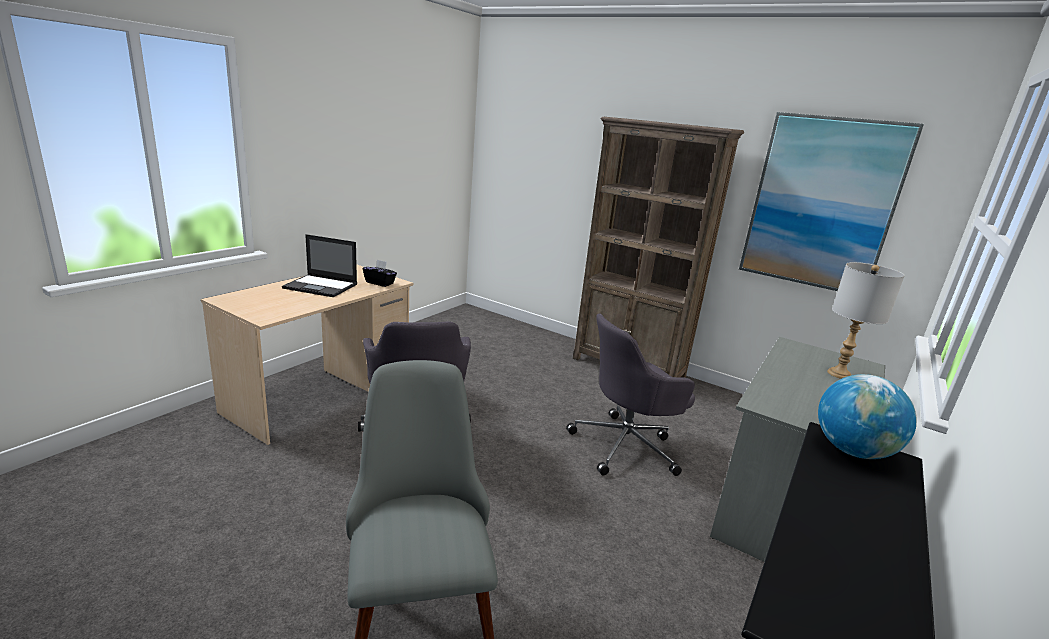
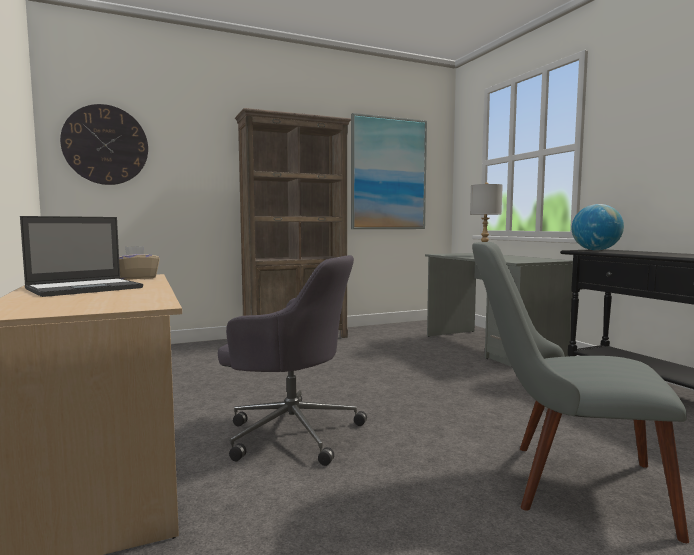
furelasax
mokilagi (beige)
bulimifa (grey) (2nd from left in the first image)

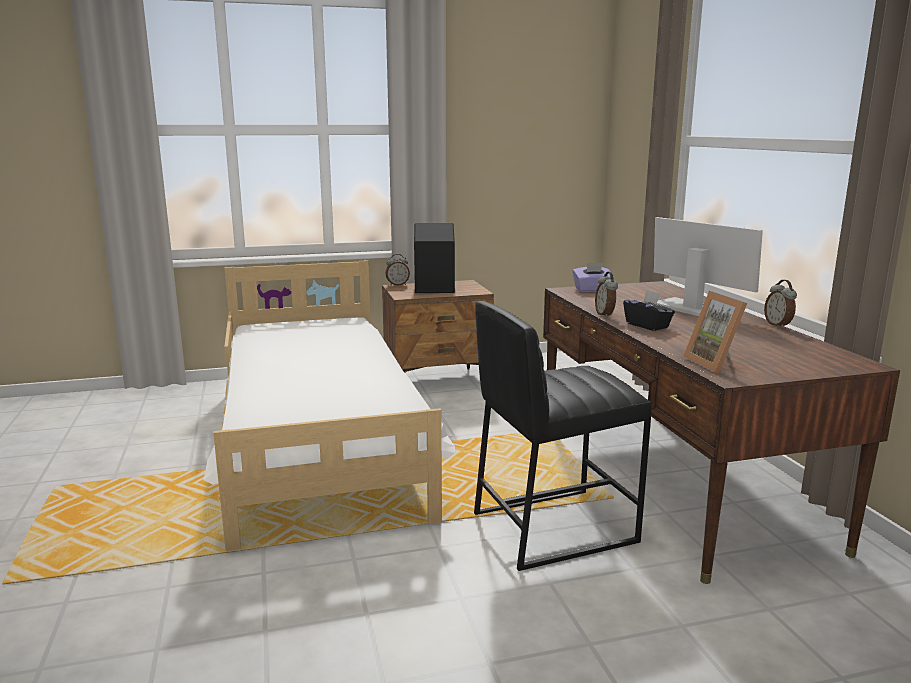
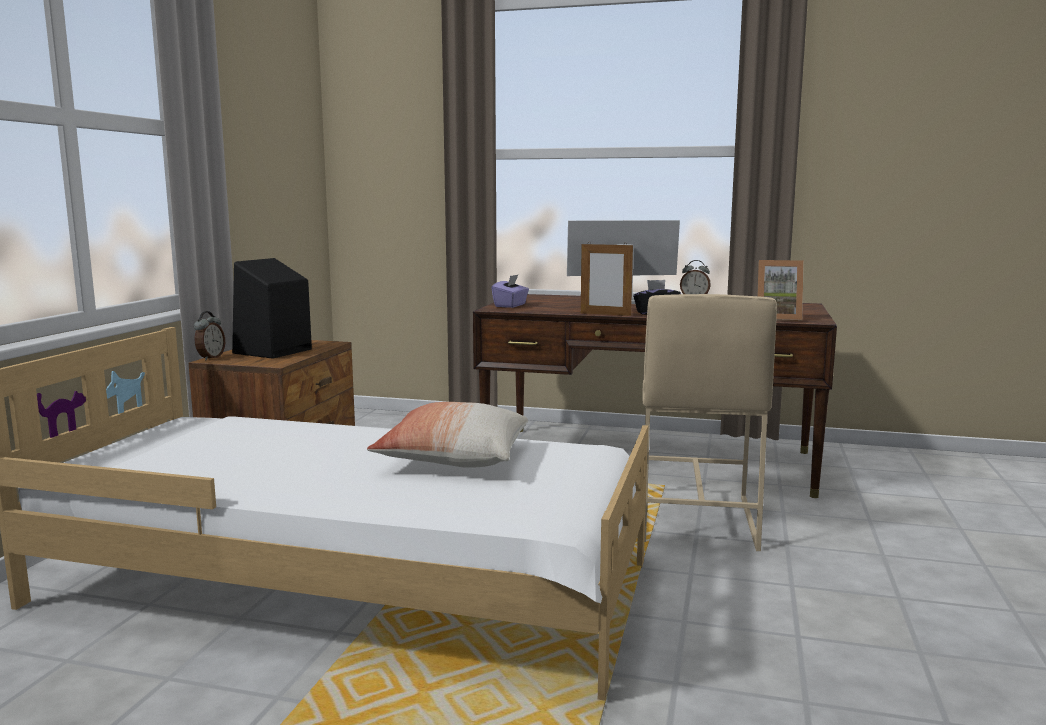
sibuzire
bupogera (1st from left)
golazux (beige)

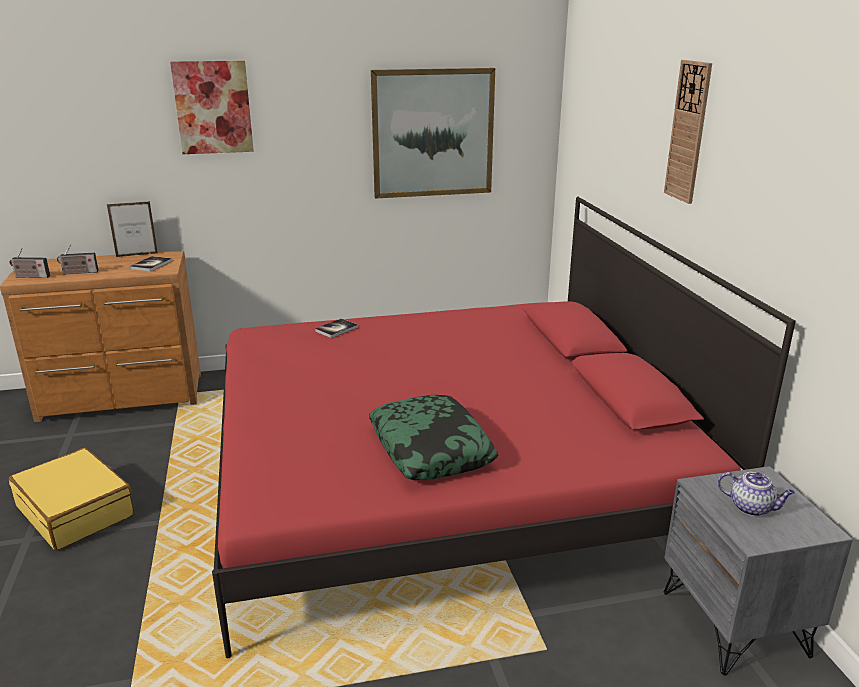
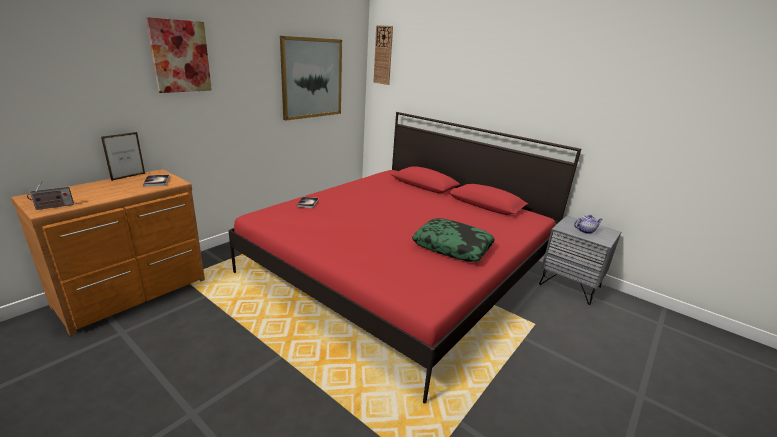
furelasax
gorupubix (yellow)
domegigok (2nd from left in the first image)

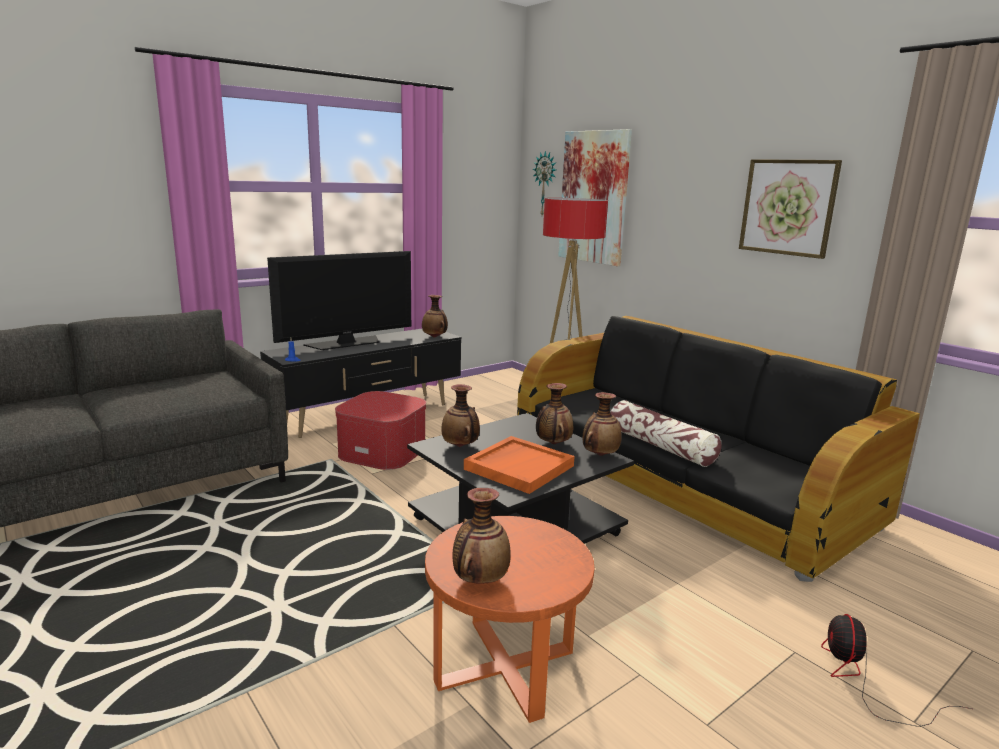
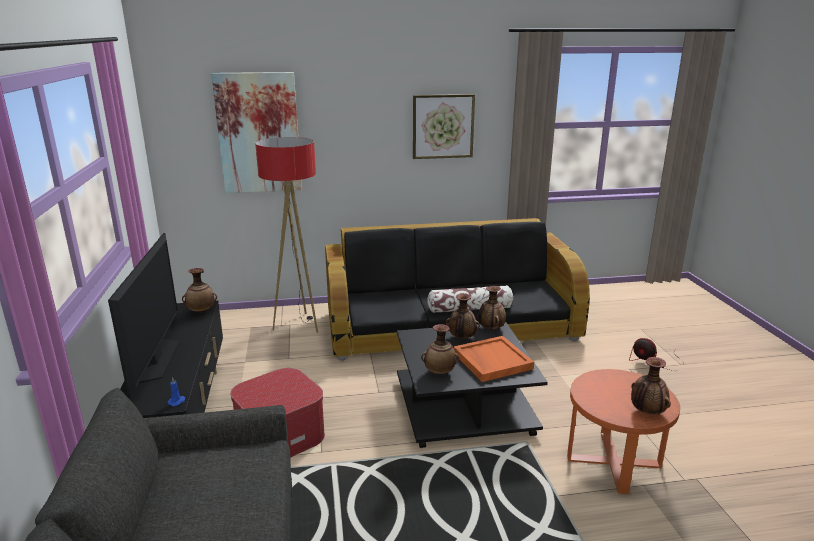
furelasax

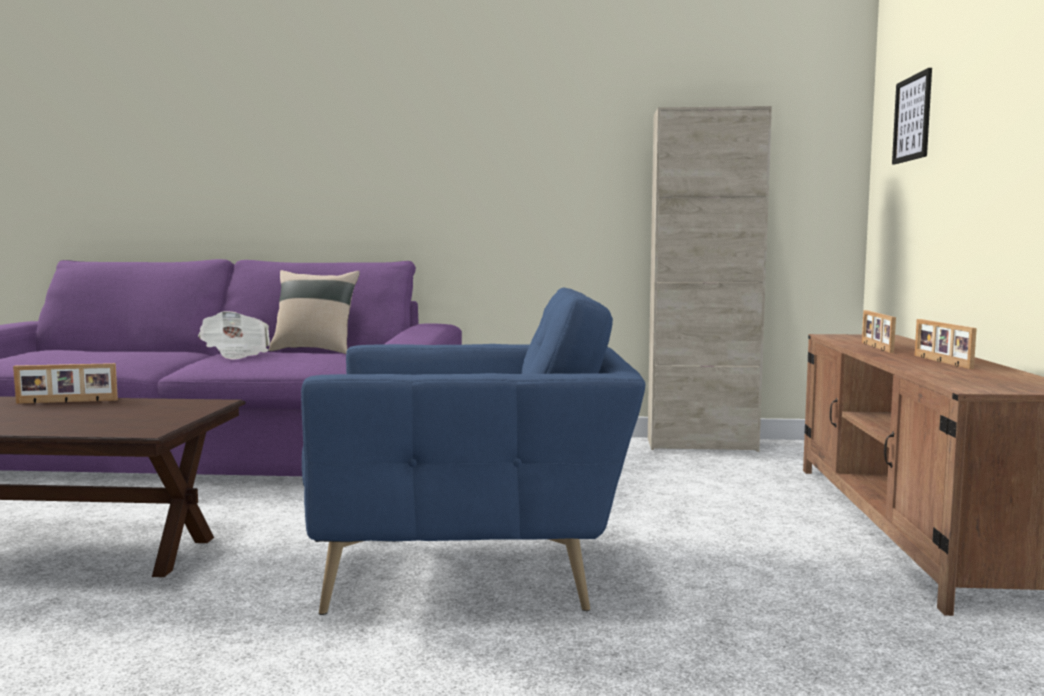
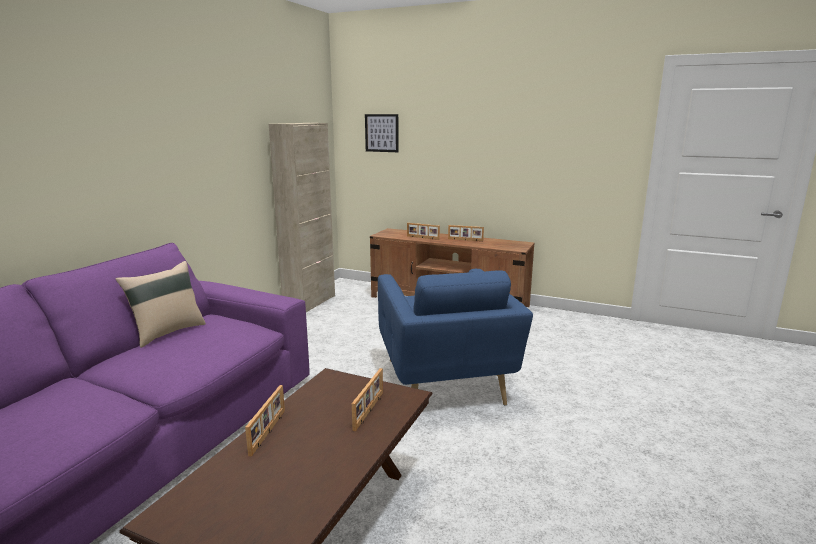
bupogera (2nd from left)
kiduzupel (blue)
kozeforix

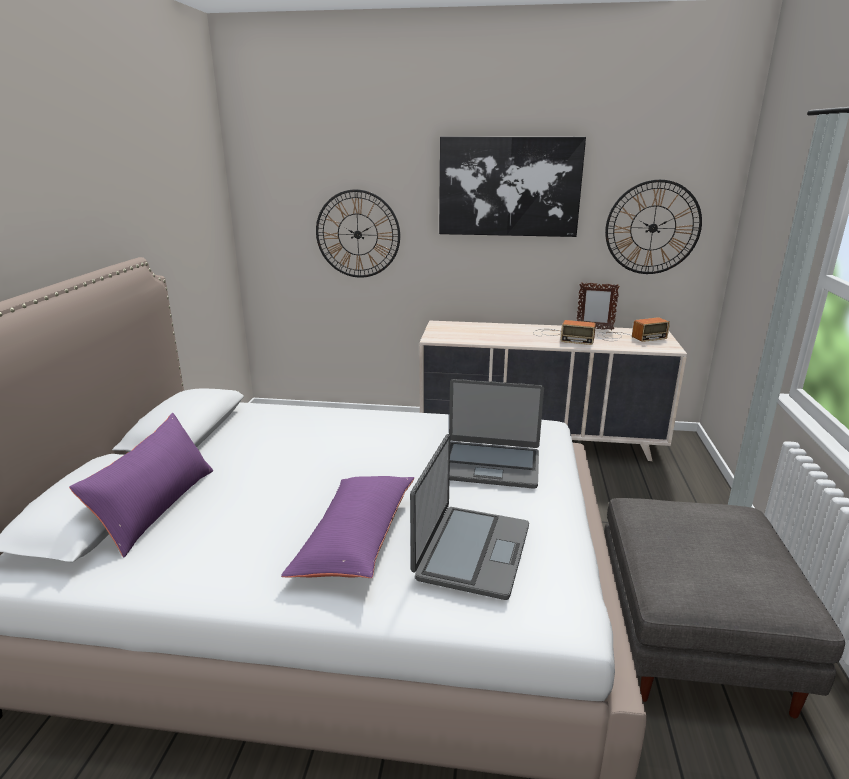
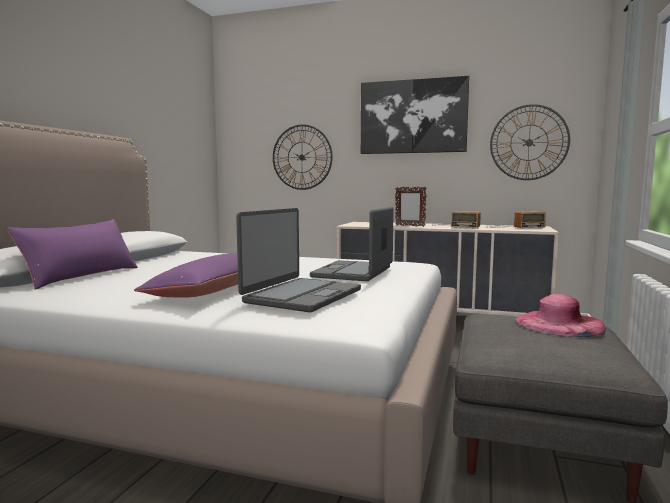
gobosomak (2nd from left)
bupogera
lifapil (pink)

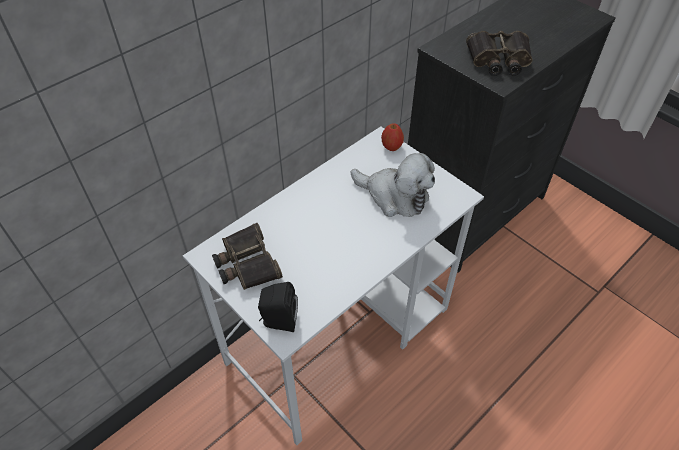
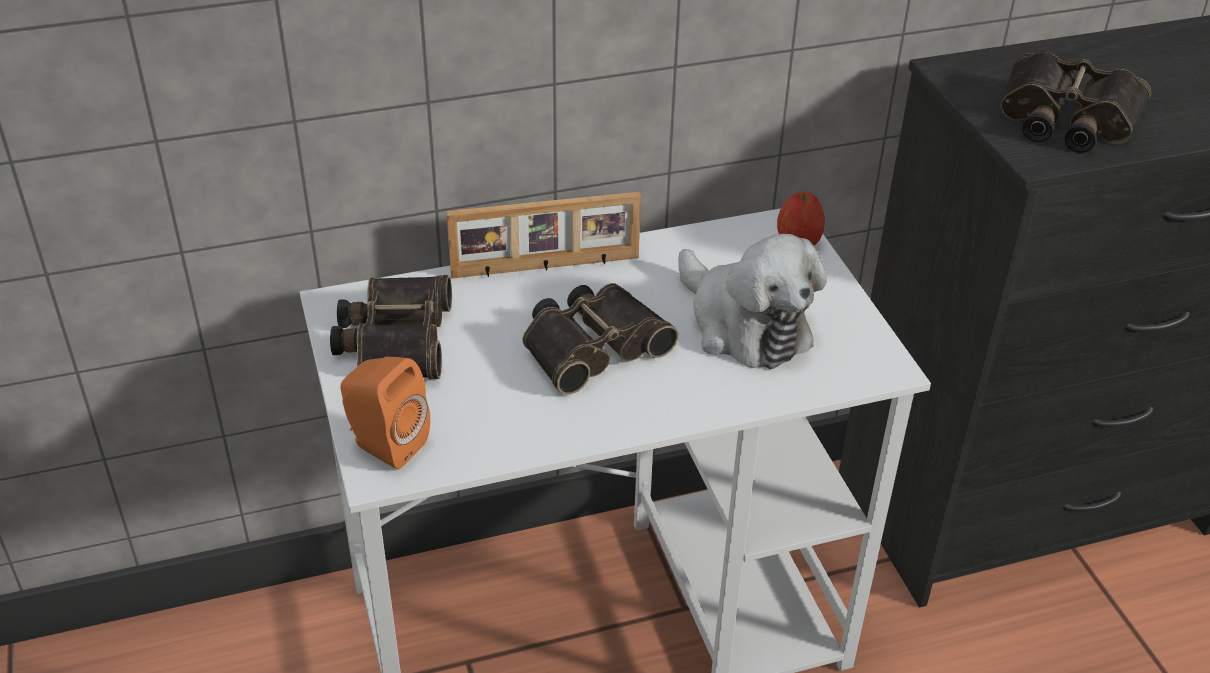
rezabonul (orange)
bupogera
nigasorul (2nd from left)

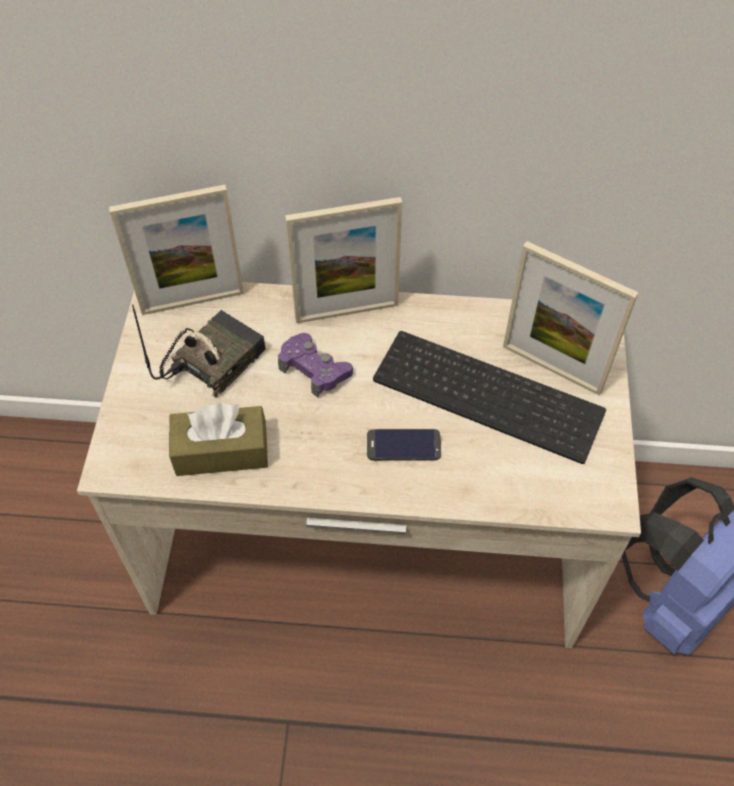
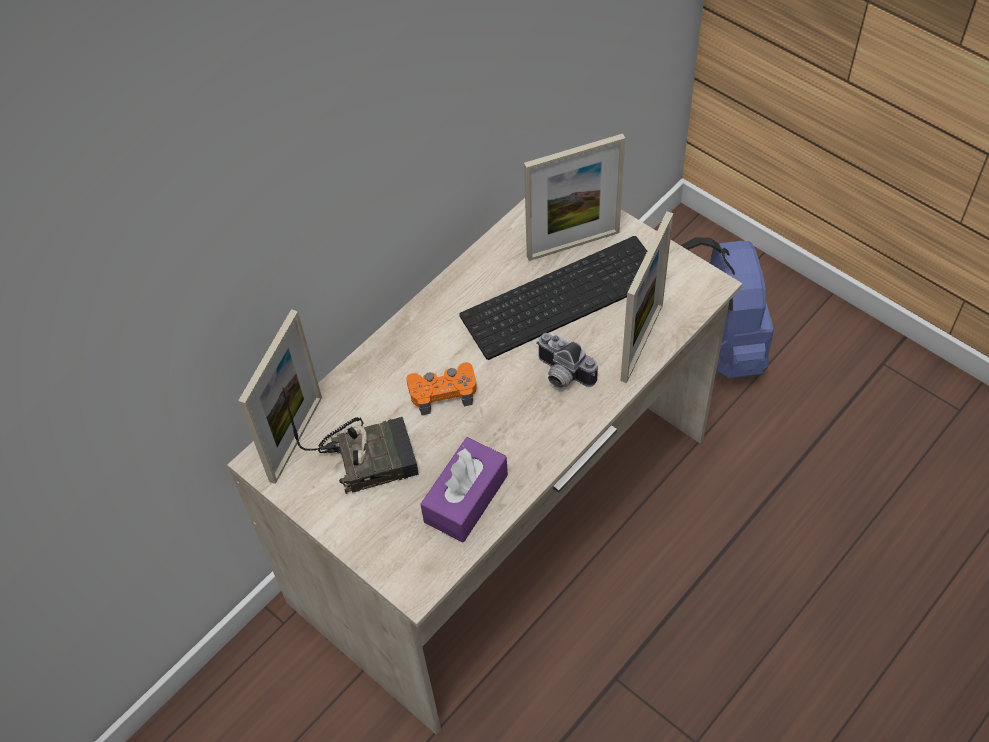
domegigok
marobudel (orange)
mokilagi (purple)
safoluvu
bupogera (3rd from left)

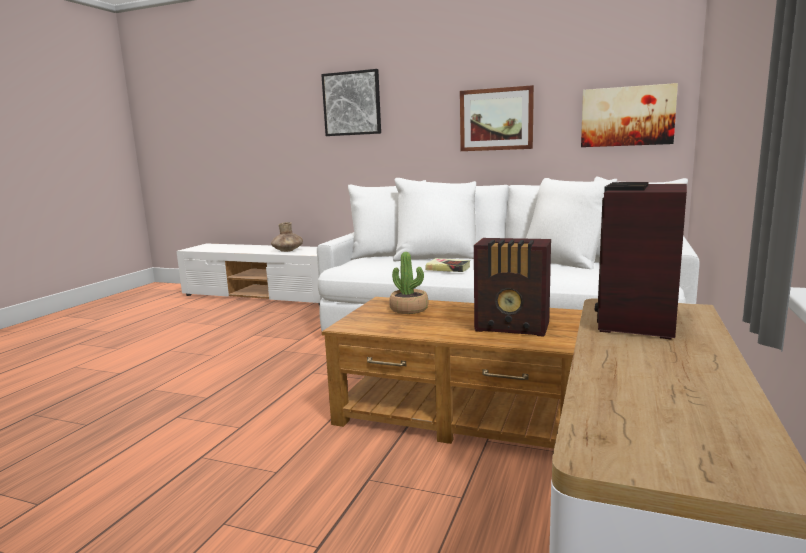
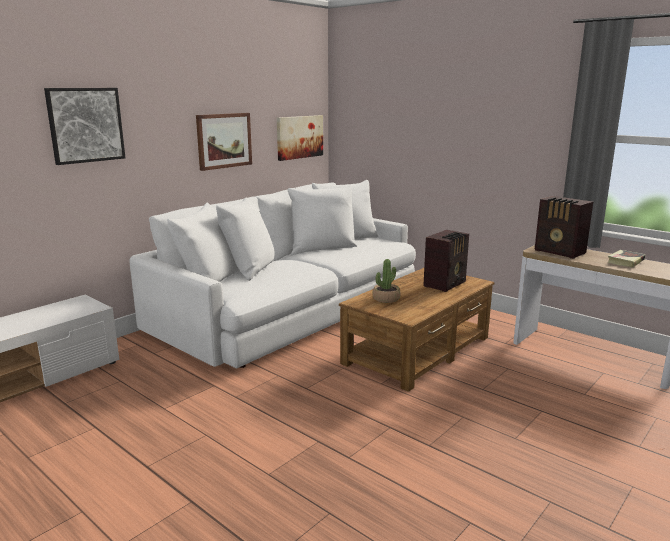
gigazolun
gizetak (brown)

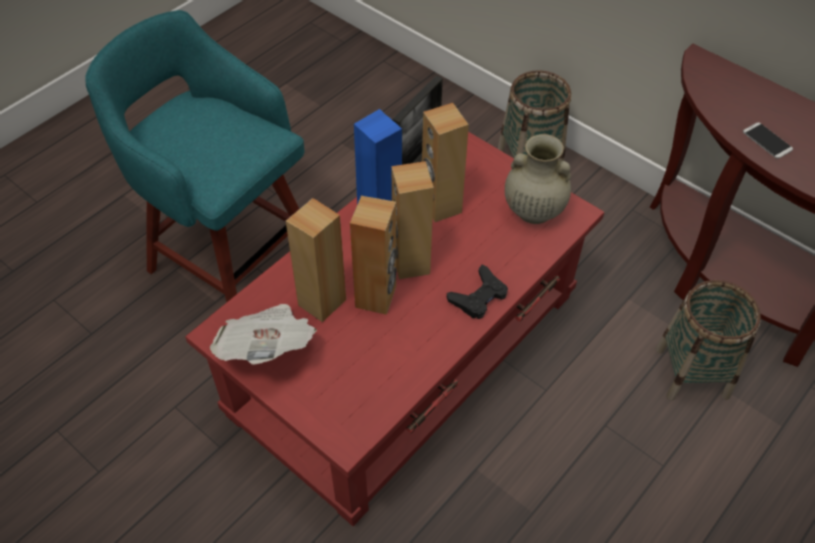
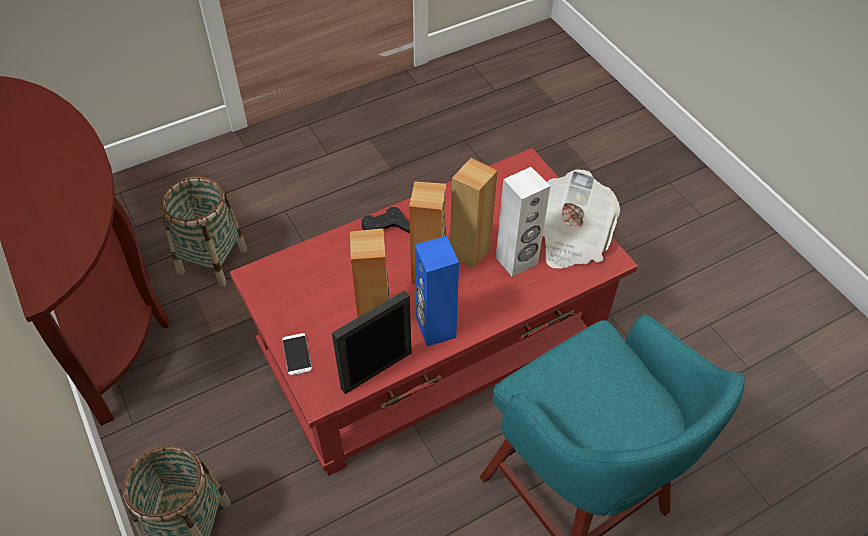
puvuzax
rezabonul (white)
gizetak (beige)

